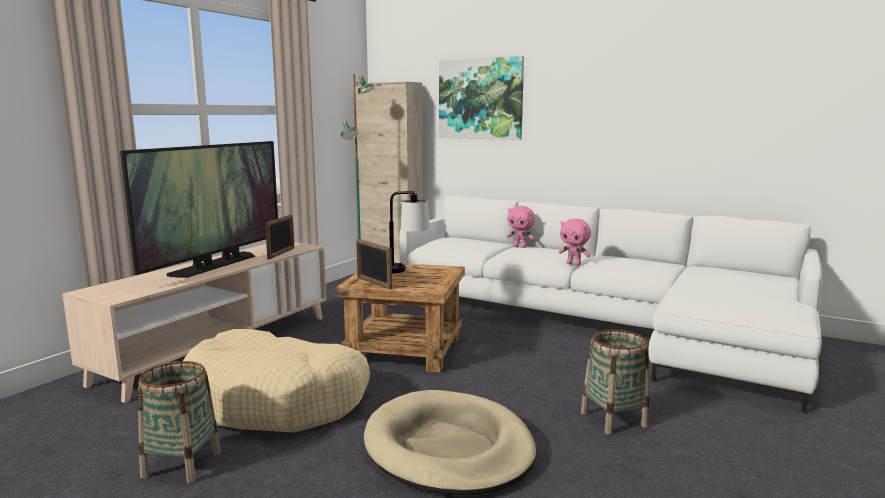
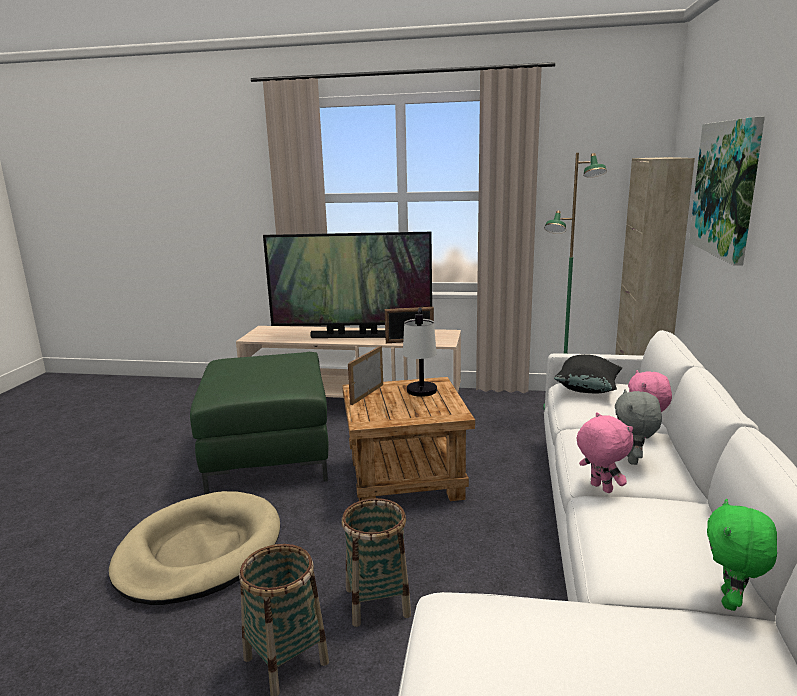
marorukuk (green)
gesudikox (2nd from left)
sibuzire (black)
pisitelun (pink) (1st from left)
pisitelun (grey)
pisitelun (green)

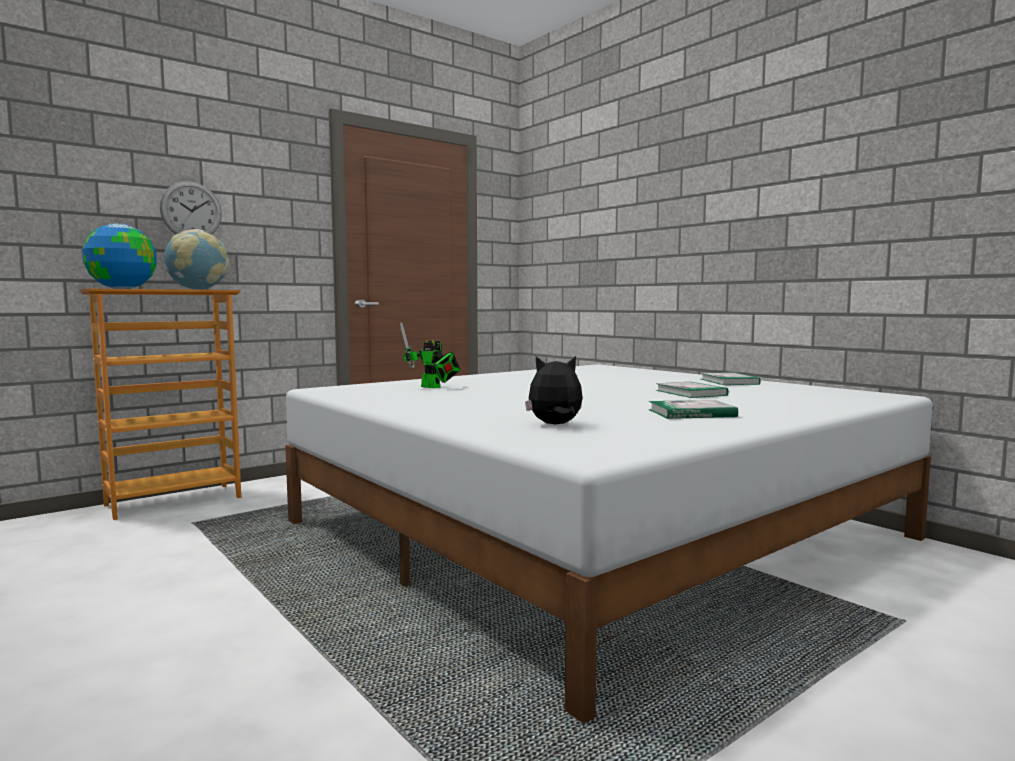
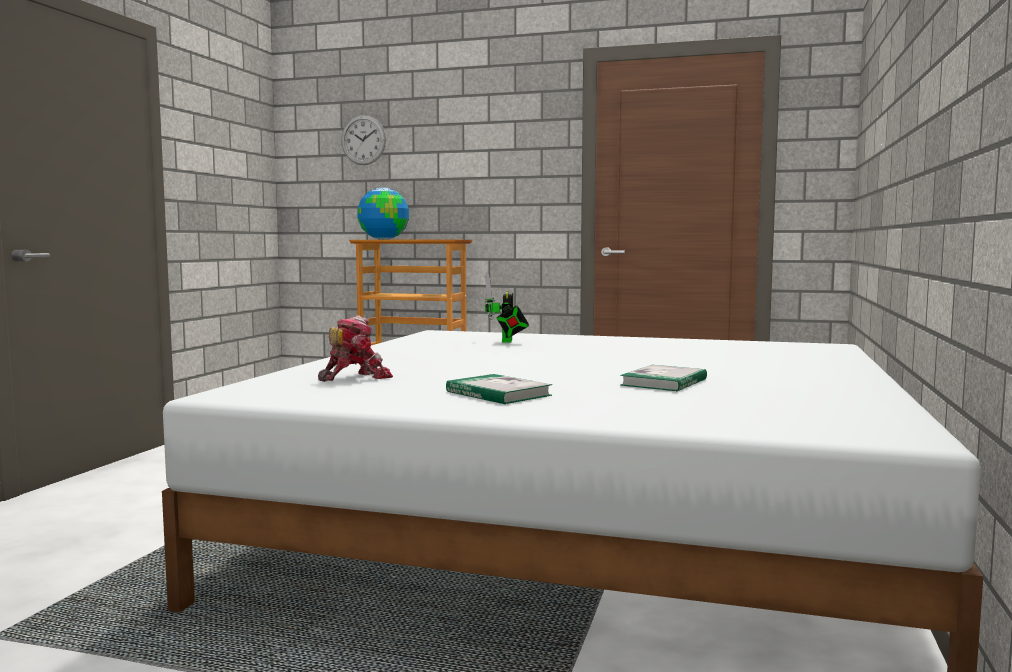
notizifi (1st from left)
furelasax
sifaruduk (2nd from left in the first image)
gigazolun (3rd from left in the first image)

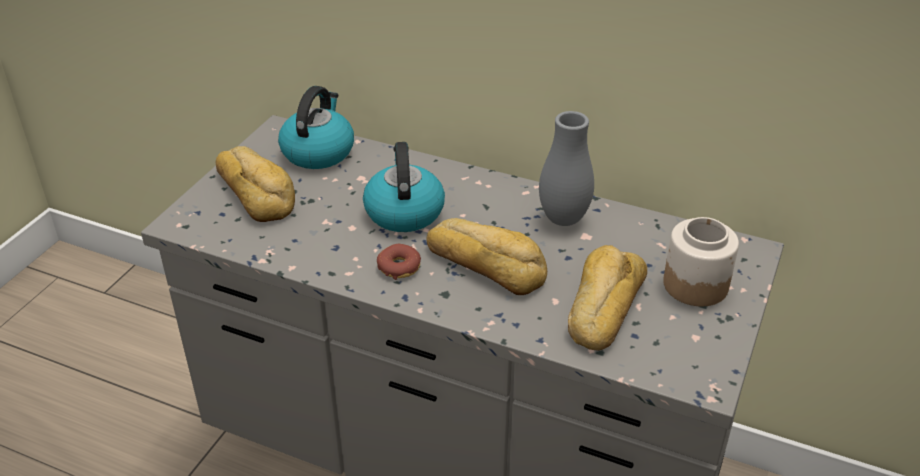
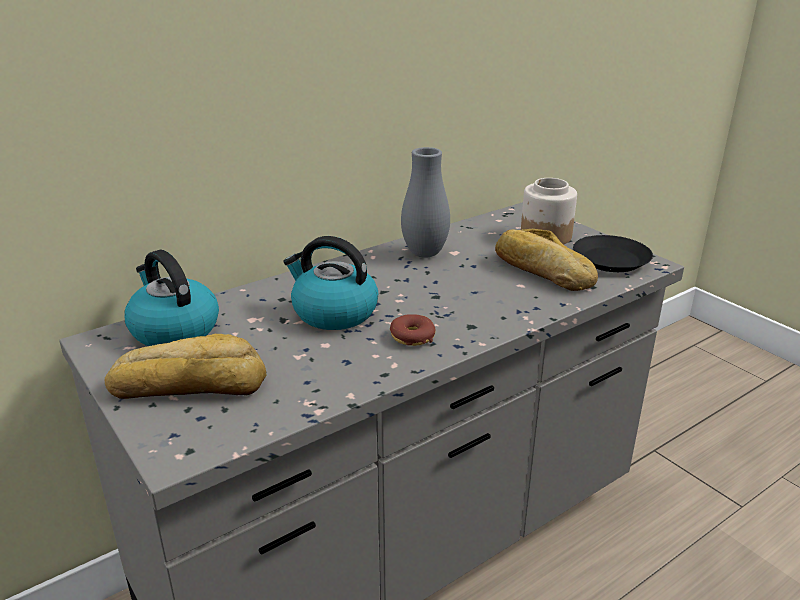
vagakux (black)
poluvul (2nd from left in the first image)

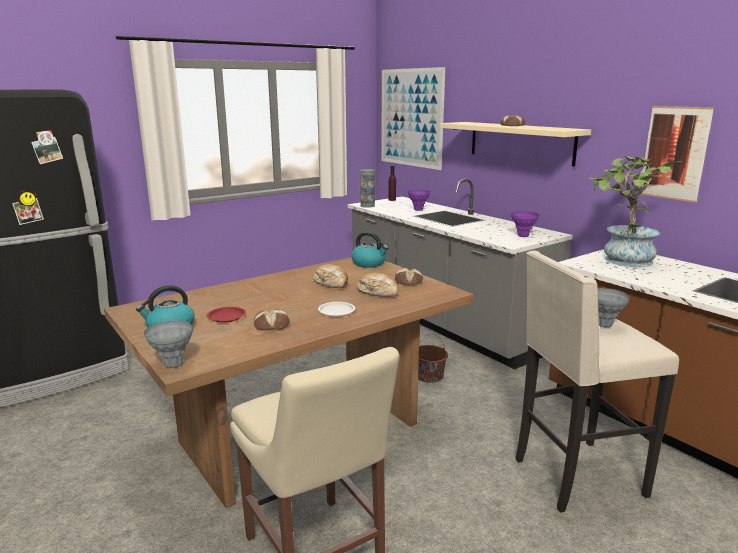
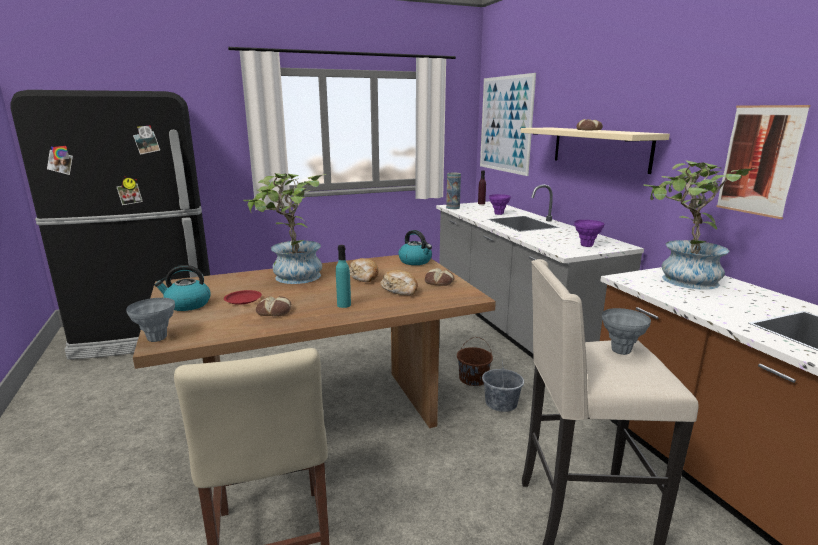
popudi (1st from left)
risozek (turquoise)
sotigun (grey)

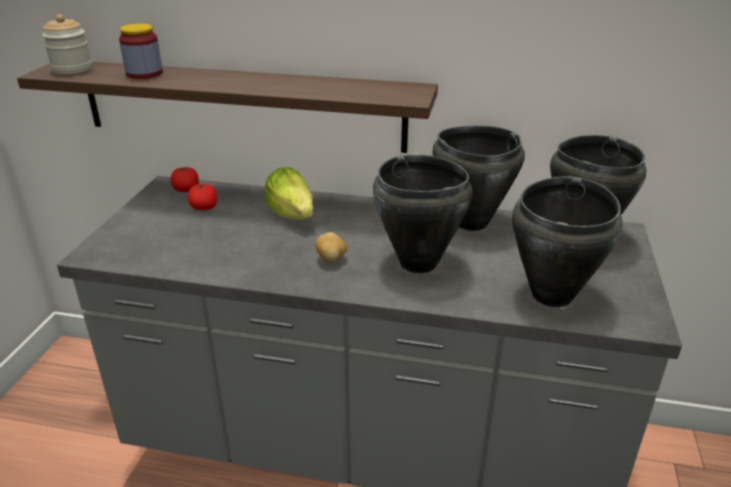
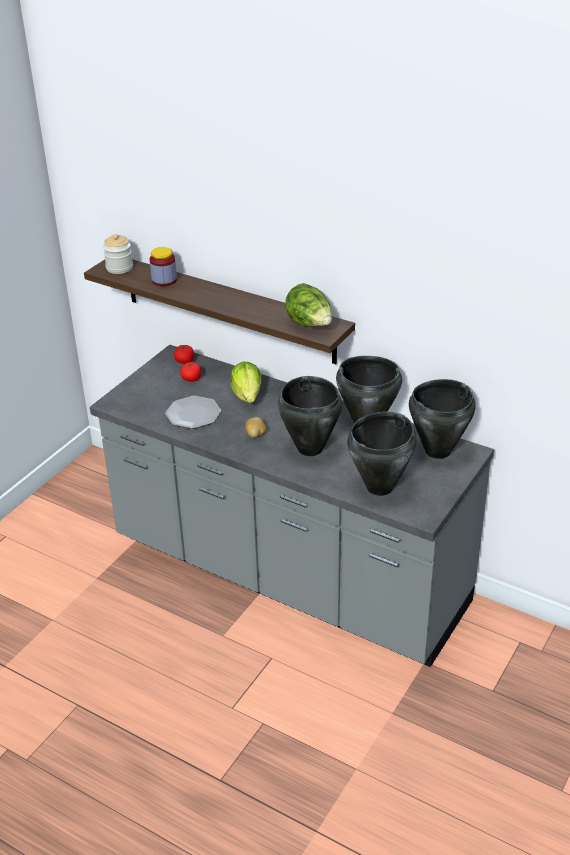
vagakux
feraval (2nd from left)

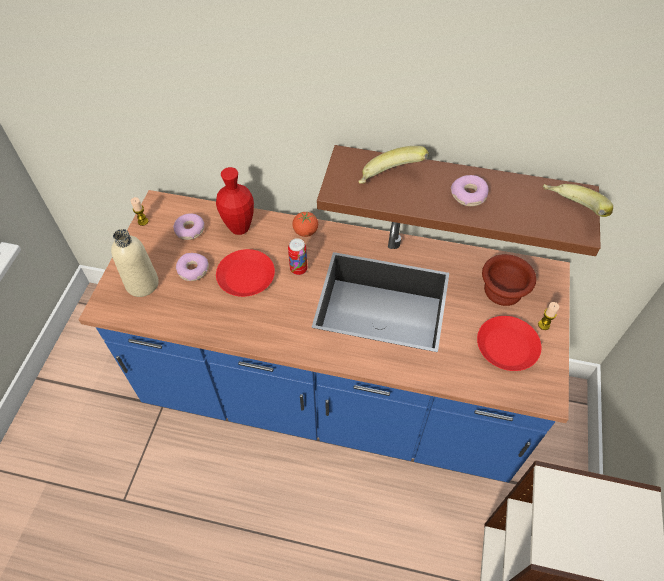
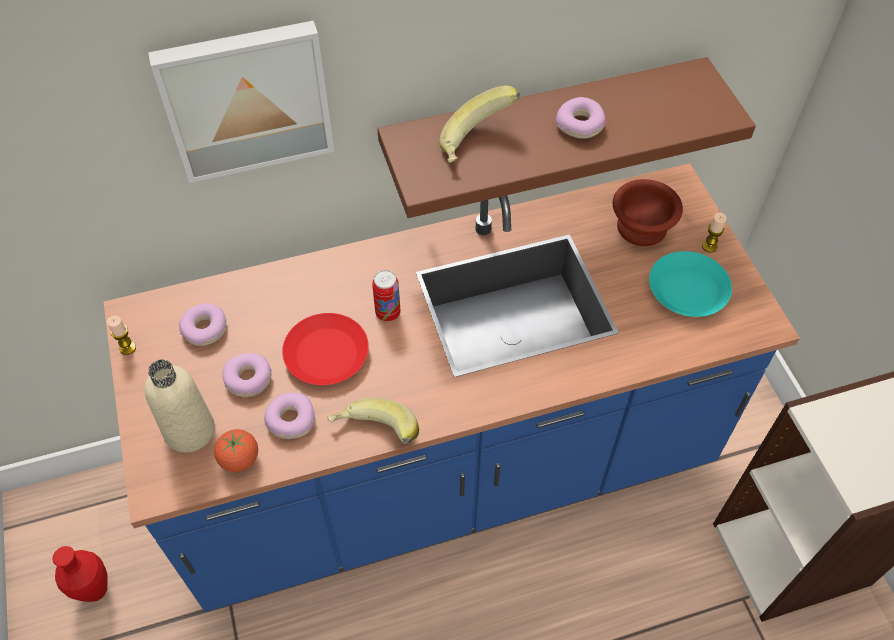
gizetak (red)
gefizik
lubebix
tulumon (3rd from left)
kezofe (1st from left)
vagakux (turquoise)

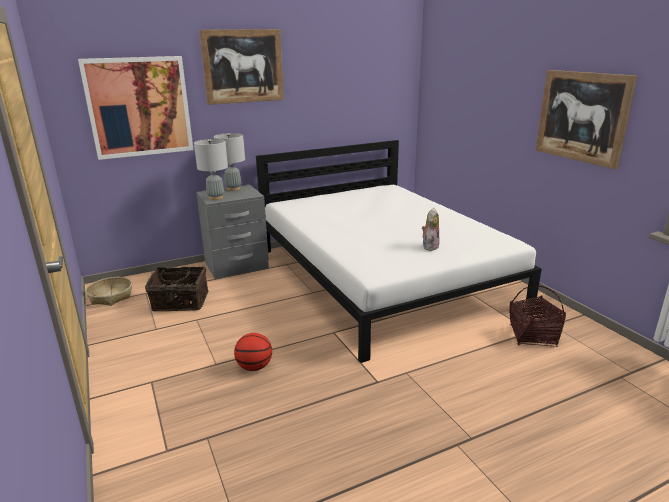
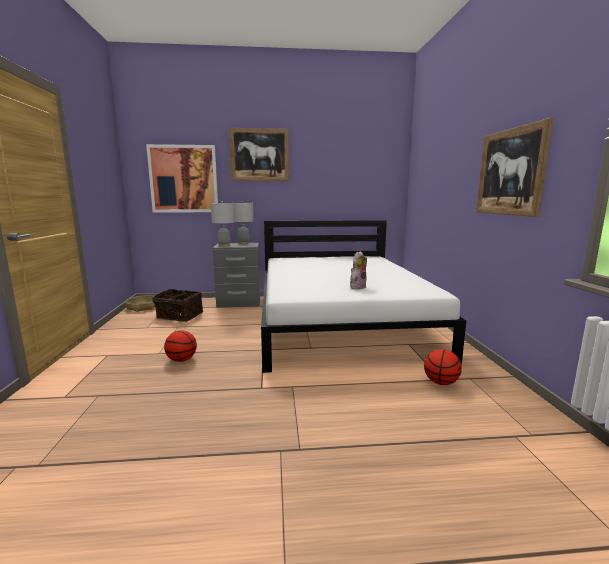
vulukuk (2nd from left)

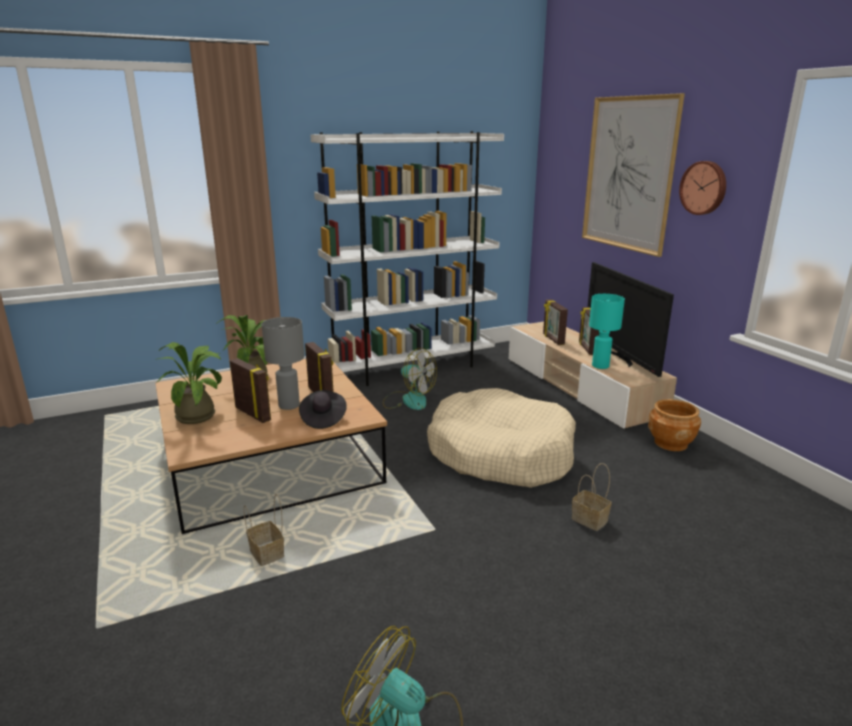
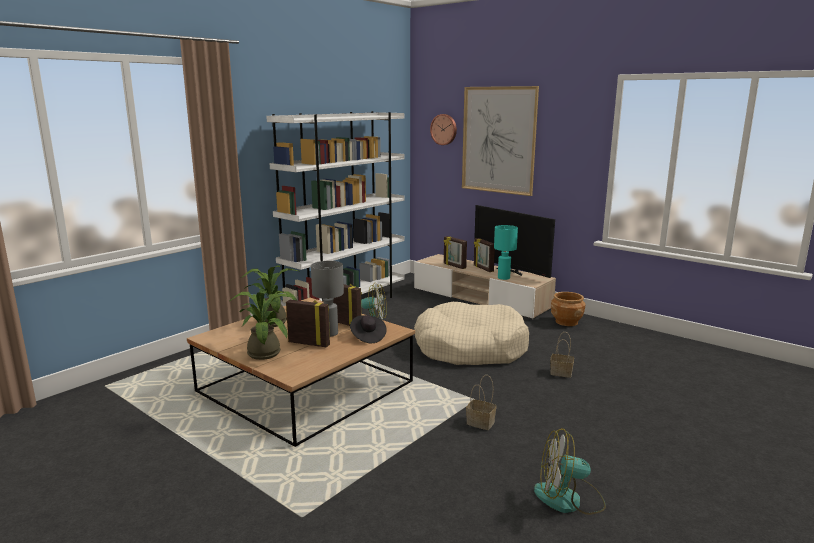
furelasax
gesudikox (1st from left)

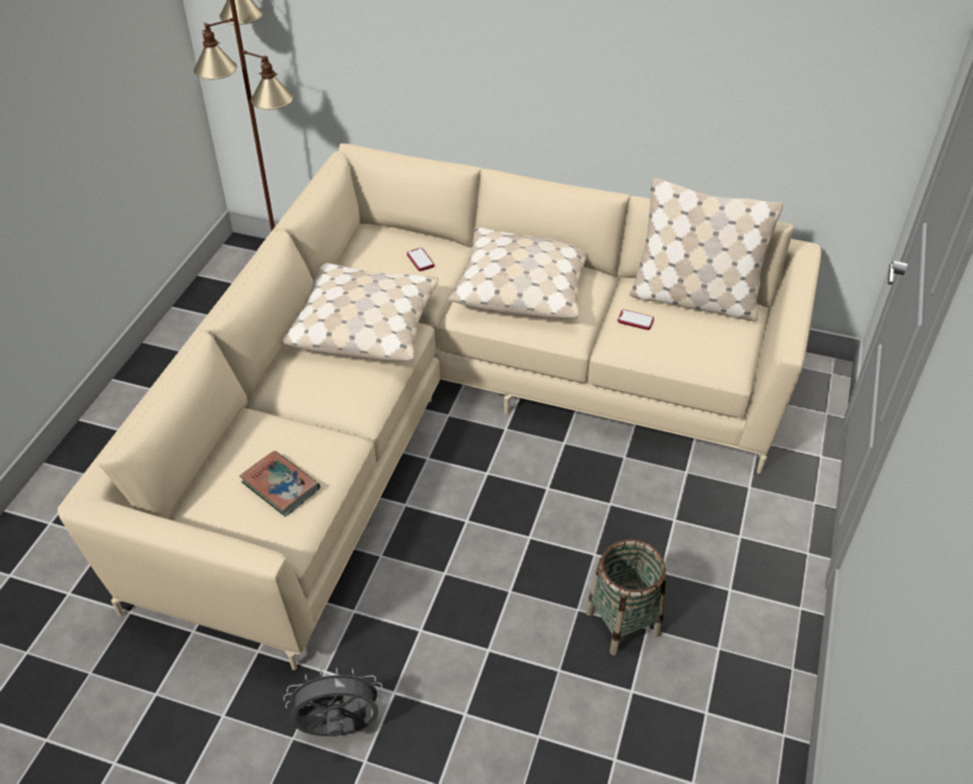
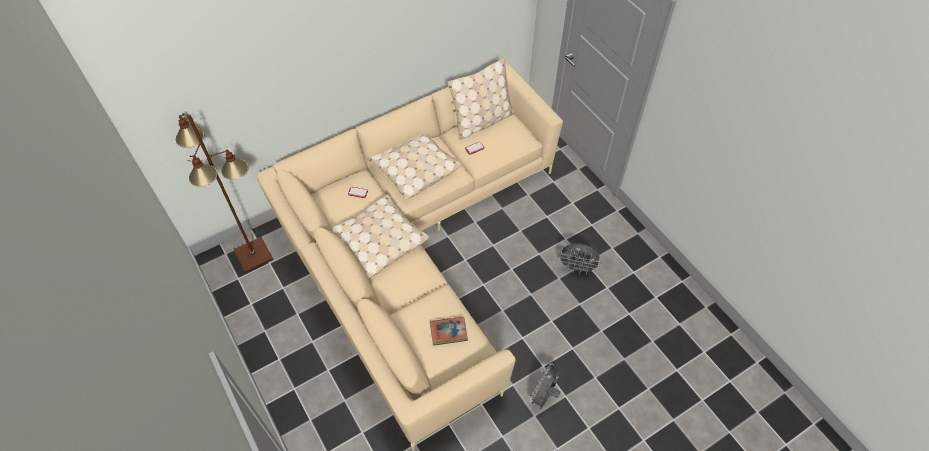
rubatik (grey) (2nd from left)

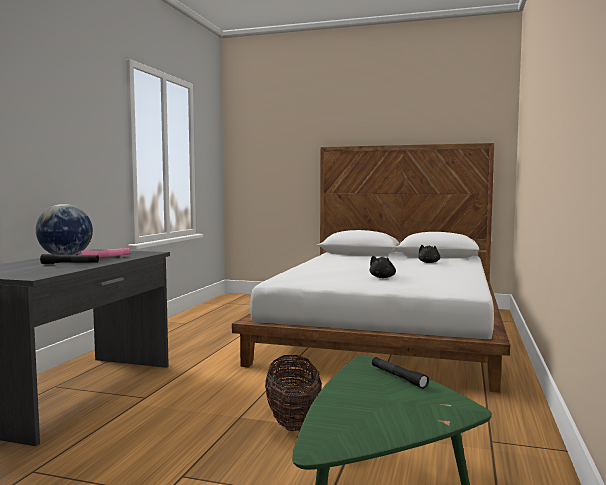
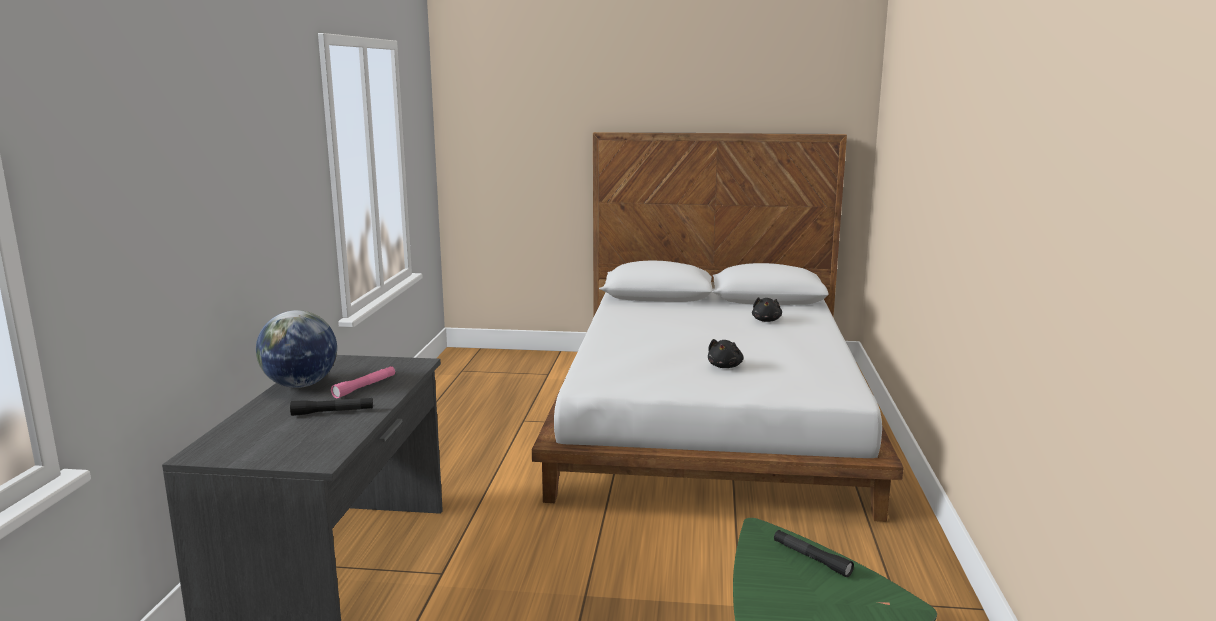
gesudikox

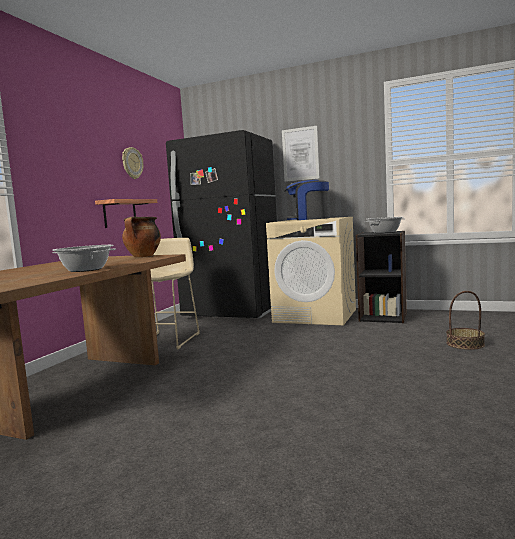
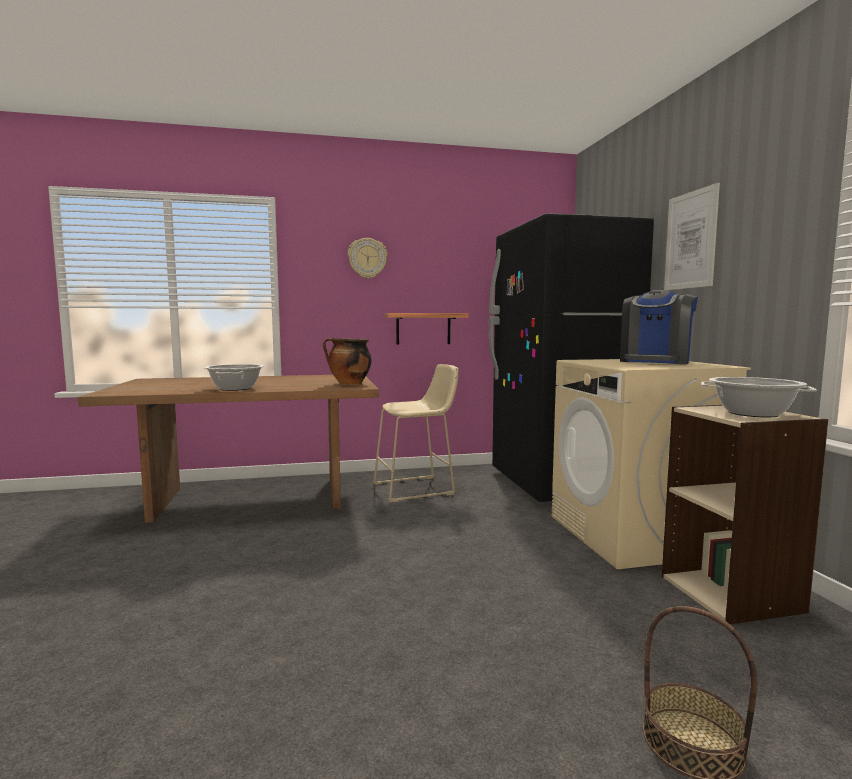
furelasax
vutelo
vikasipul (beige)

